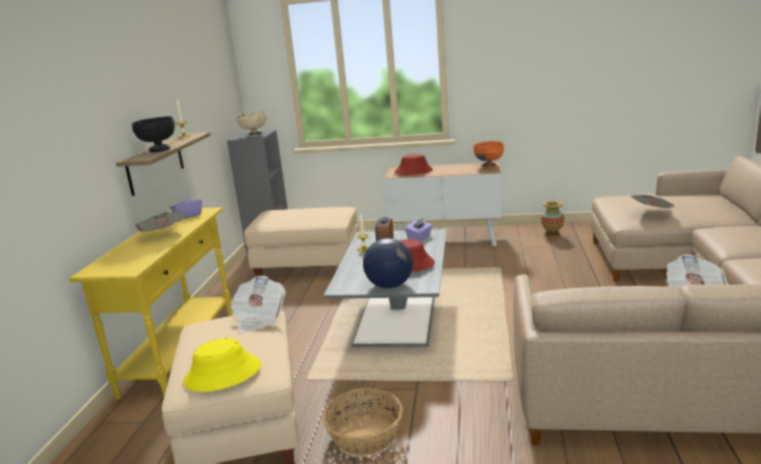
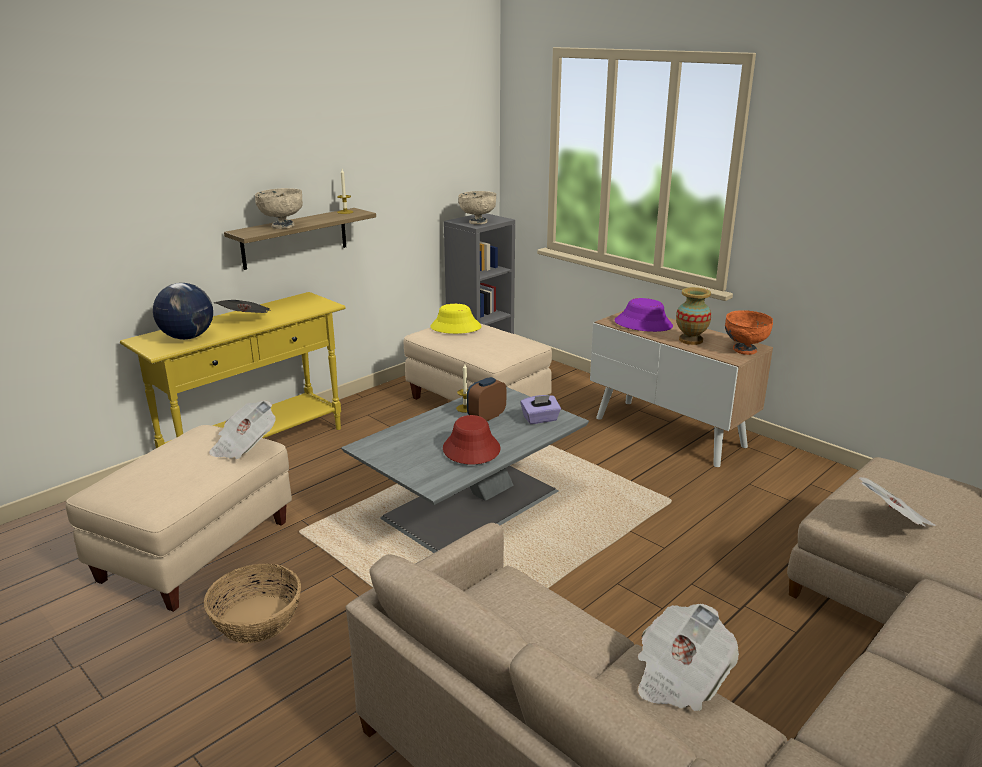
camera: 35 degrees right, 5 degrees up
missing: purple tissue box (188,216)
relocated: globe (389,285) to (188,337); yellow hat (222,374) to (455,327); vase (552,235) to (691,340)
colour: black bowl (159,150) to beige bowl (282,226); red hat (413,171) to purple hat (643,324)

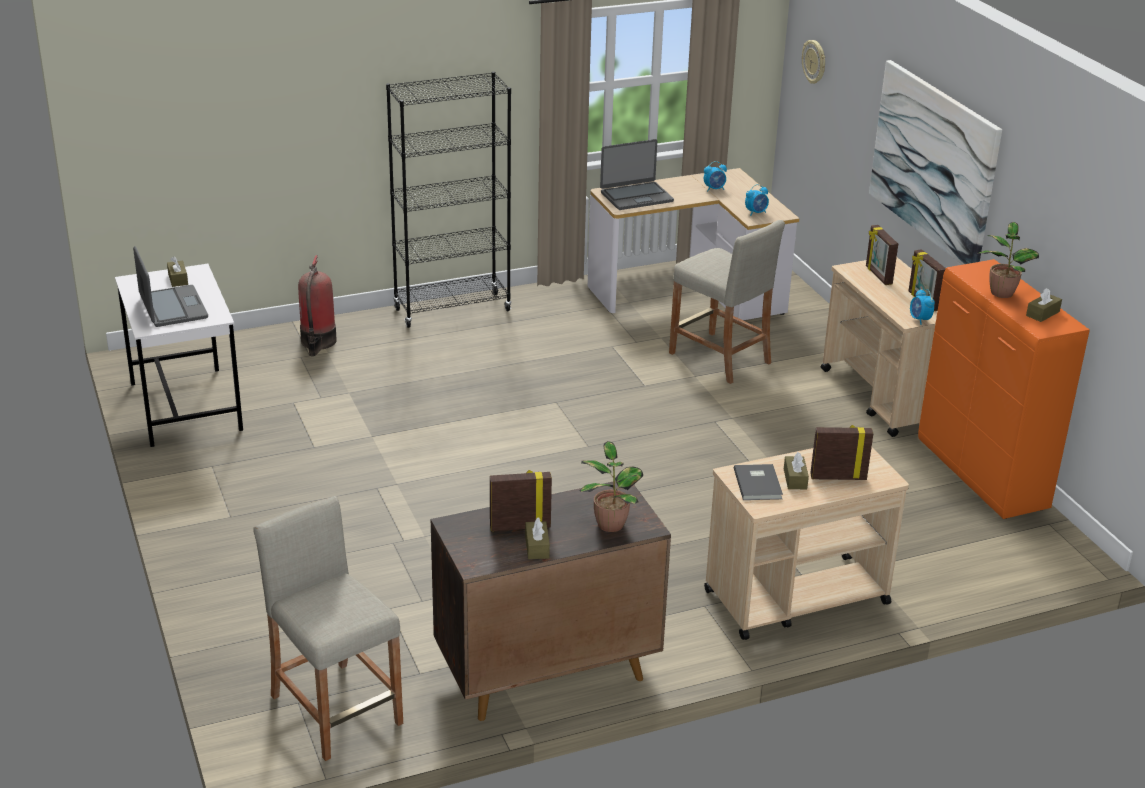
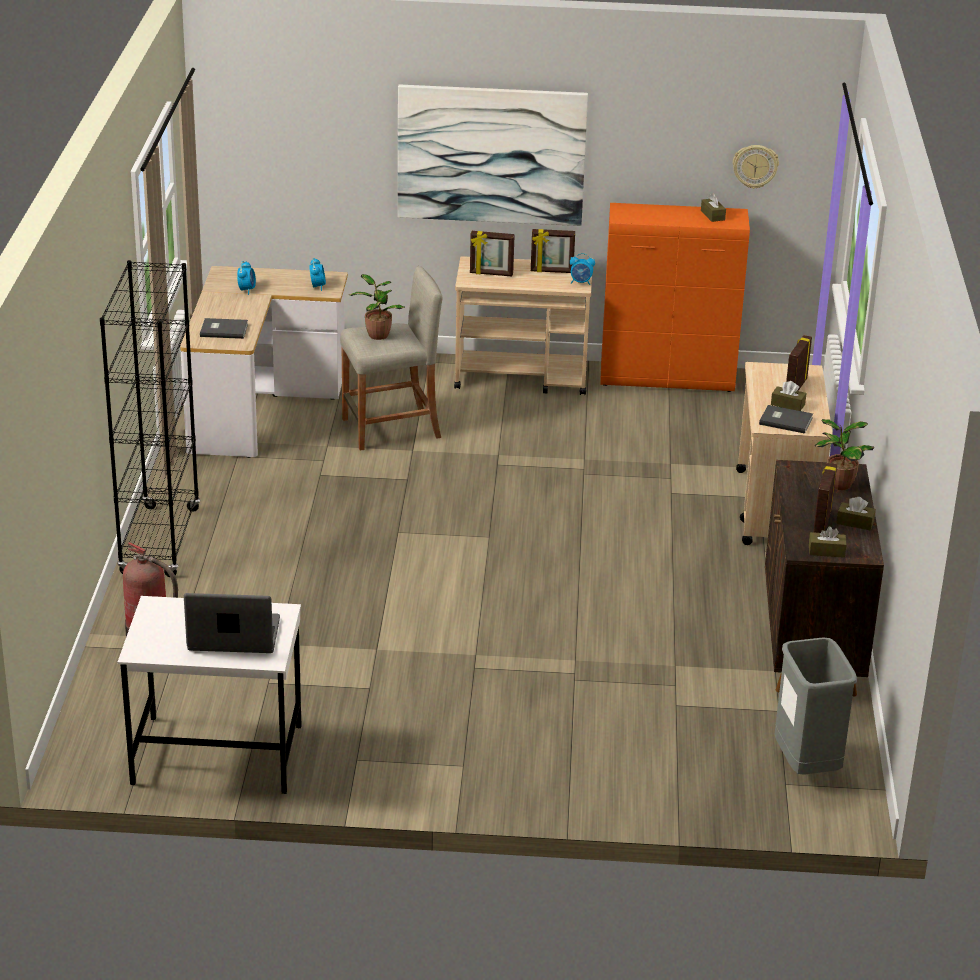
camera: 65 degrees left, 0 degrees up
relocated: potted plant (1001,292) to (377,335); wall clock (814,62) to (755,166); brown tissue box (178,279) to (826,551)
exchanged: laptop (636,197) to grey book (223,330); beige stool (336,710) to grey trash can (805,765)

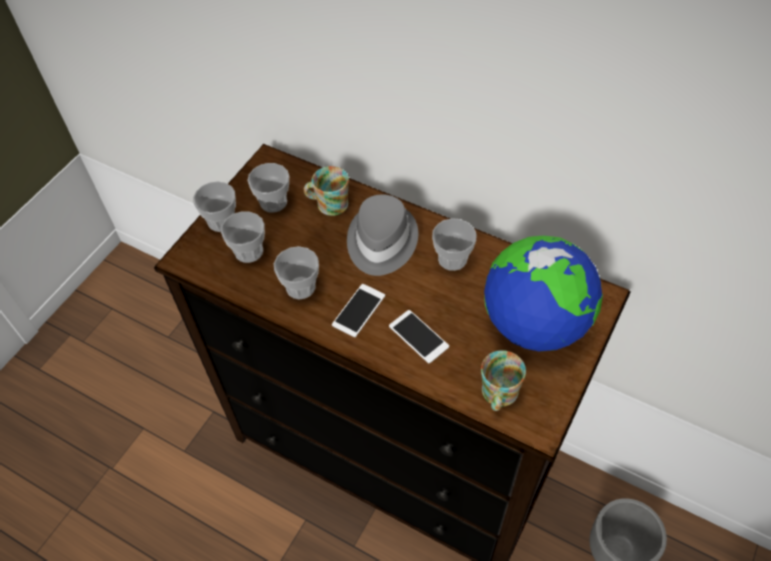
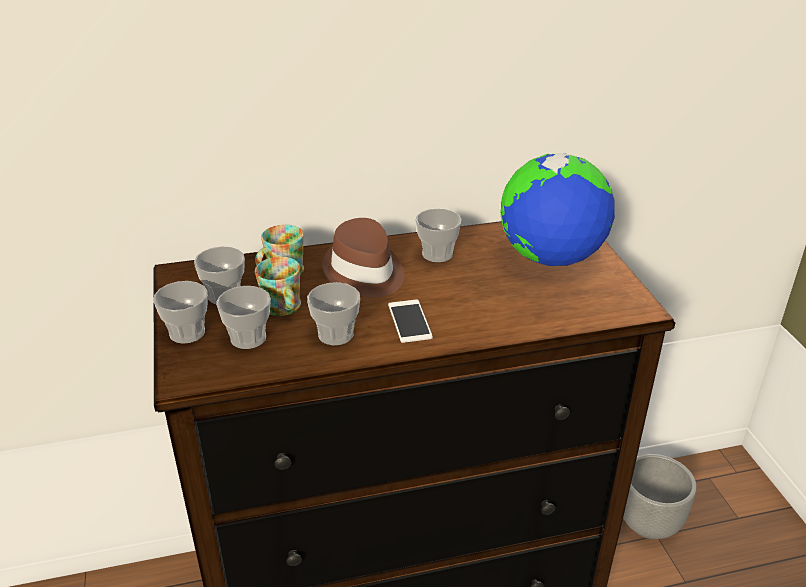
camera: 45 degrees left, 20 degrees down
missing: phone (418,336)
relocated: mug (498,395) to (283,308)
colour: grey hat (380,242) to brown hat (364,272)

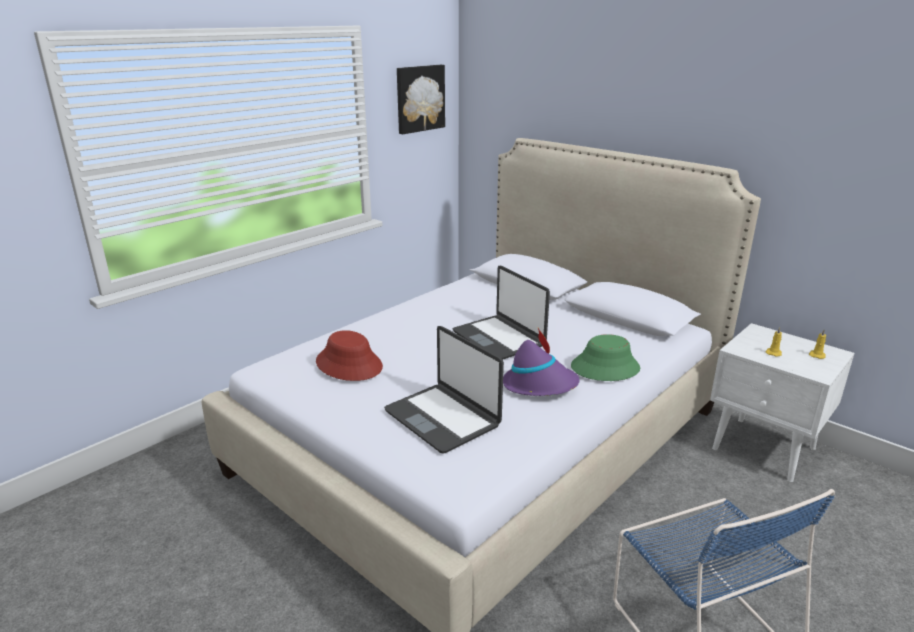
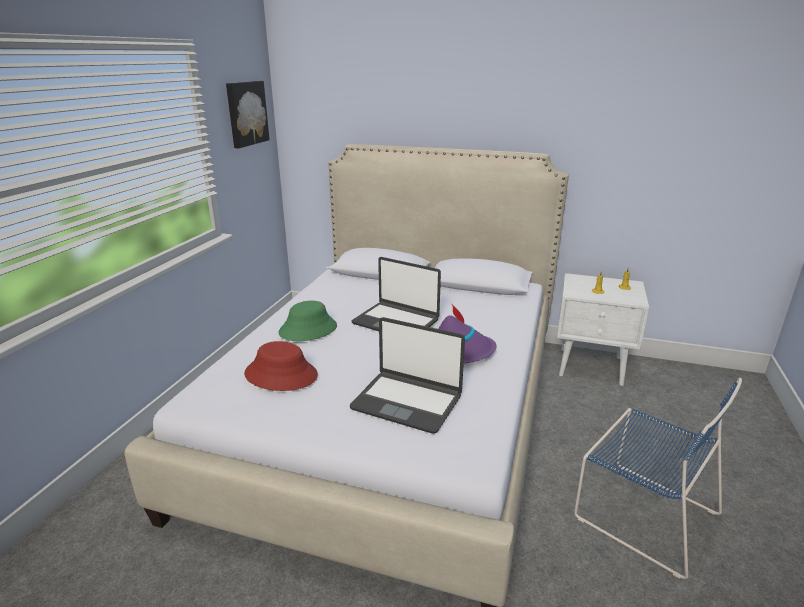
camera: 25 degrees left, 0 degrees up
relocated: green hat (605,367) to (308,329)

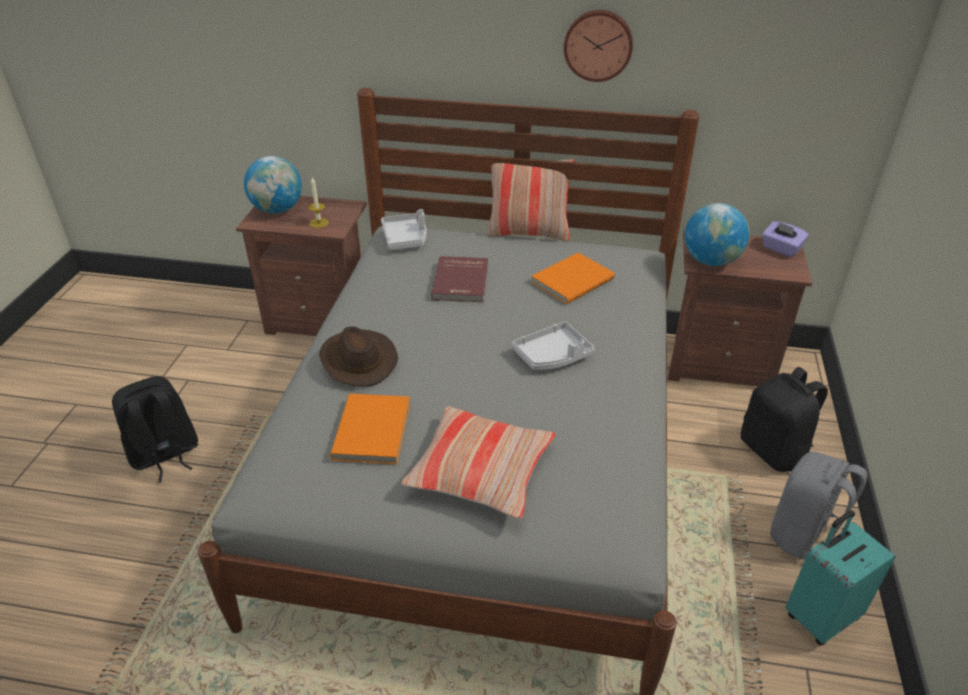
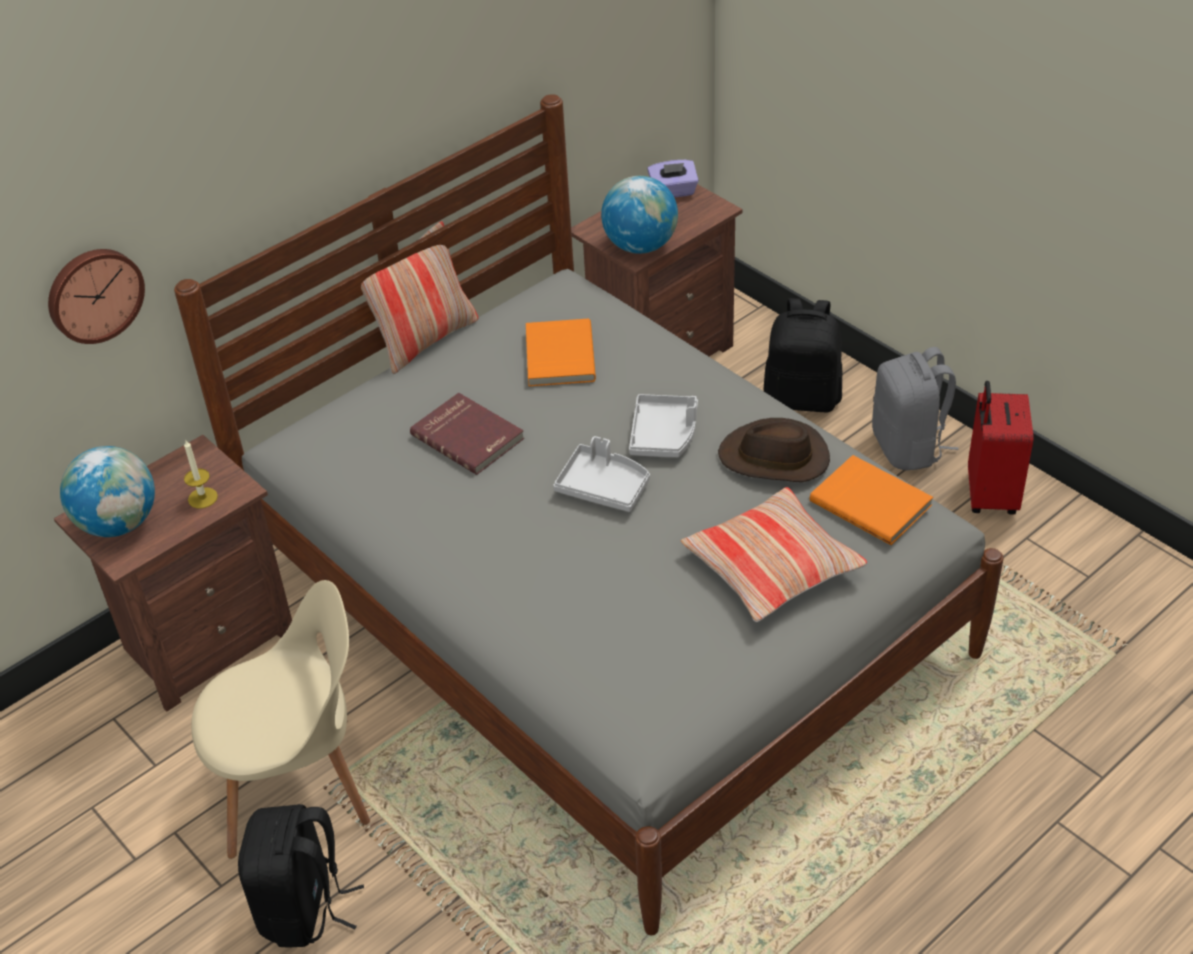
camera: 50 degrees left, 5 degrees up
appeared: beige chair (299,785)
relocated: wall clock (598,45) to (94,294); grey tray (406,238) to (604,487); brown hat (357,360) to (774,458); orange book (374,431) to (871,502)
colour: turquoise suitcase (820,616) to red suitcase (989,495)

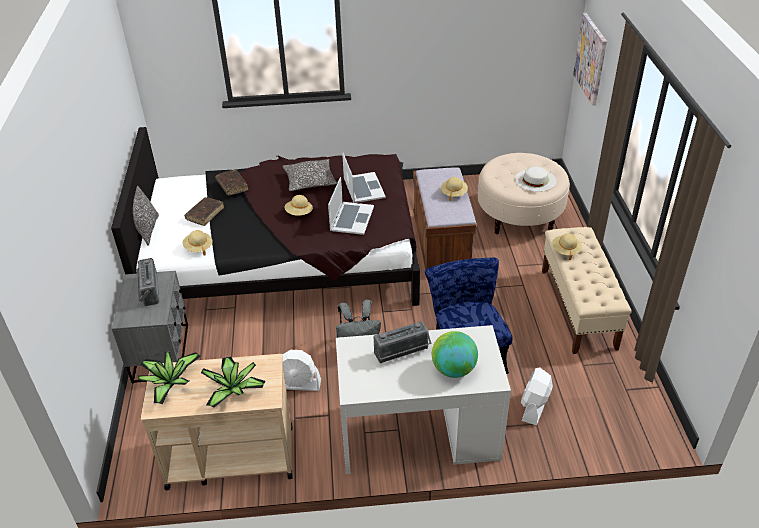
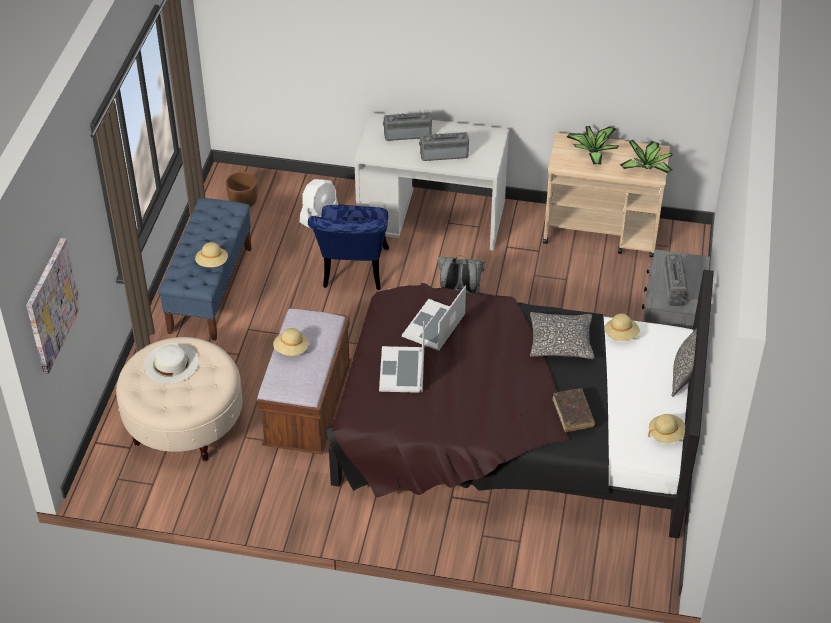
camera: 165 degrees left, 5 degrees up
missing: brown book (205,214); white fan (298,384)
appeared: brown planter (243,202)
relocated: pillow (310,181) to (560,342); beige hat (299,213) to (666,434)
exchanged: globe (453,370) to radio (407,133)
colour: beige bench (578,309) to blue bench (210,289)

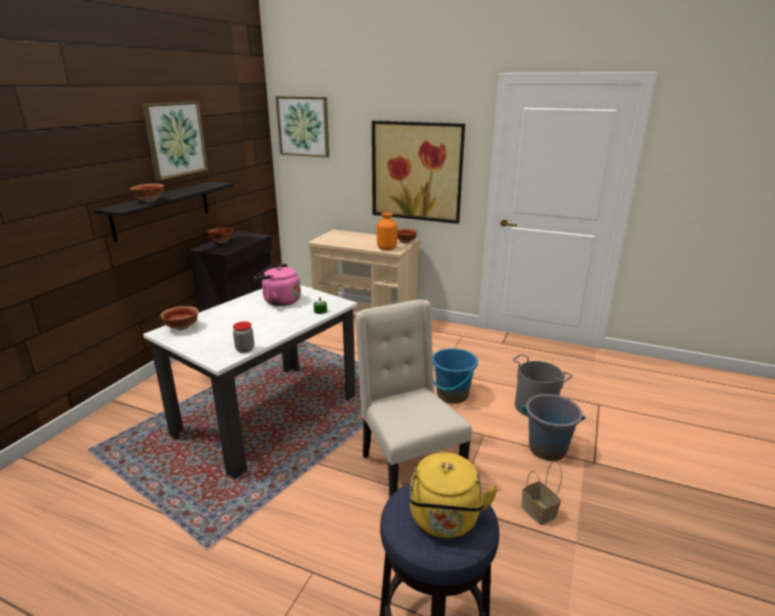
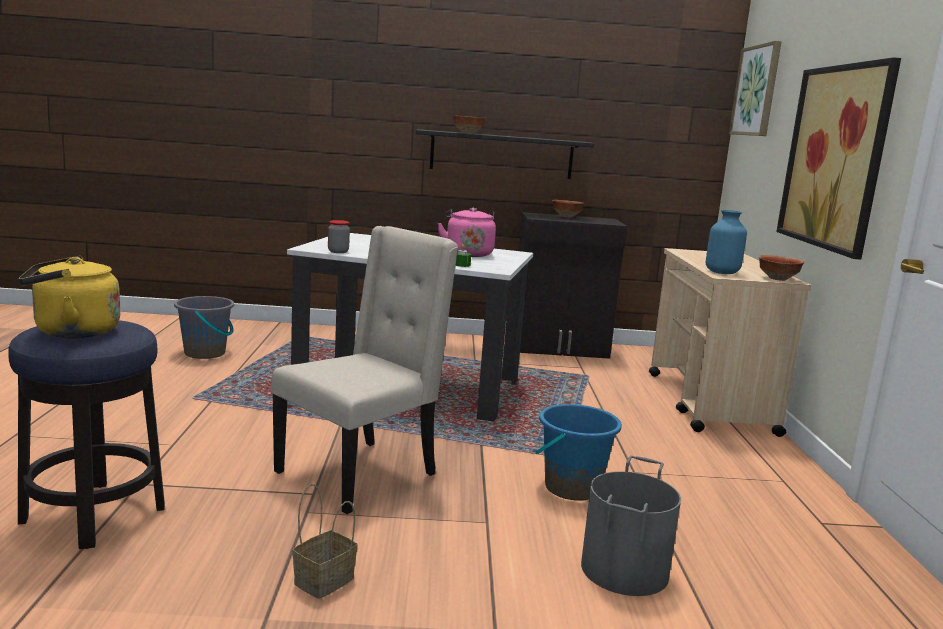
camera: 65 degrees right, 10 degrees down
missing: picture (175,139); bowl (182,327)
relocated: grey bucket (547,449) to (205,353)
colour: orange vase (387,248) to blue vase (722,272)

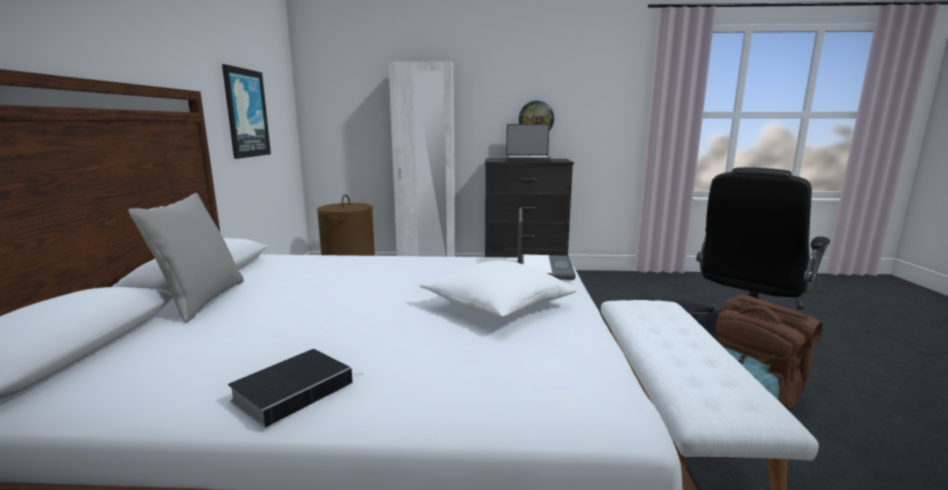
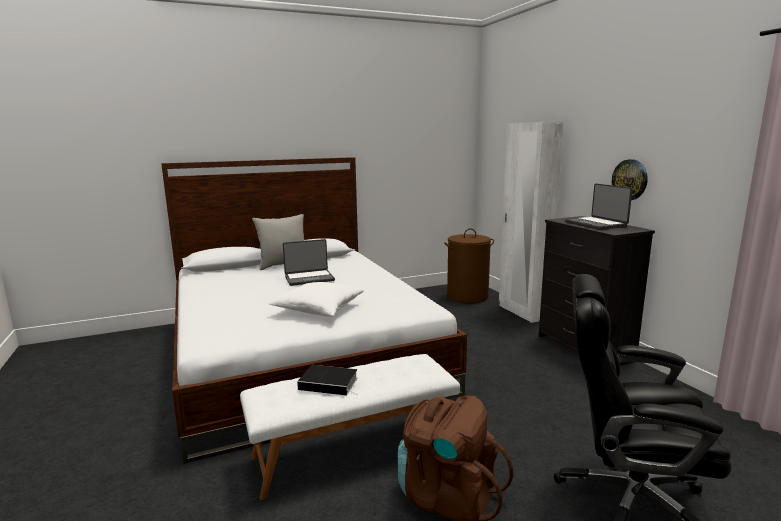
camera: 65 degrees right, 0 degrees up
missing: picture (246,113)
relocated: laptop (542,268) to (309,278); book (295,389) to (330,383)

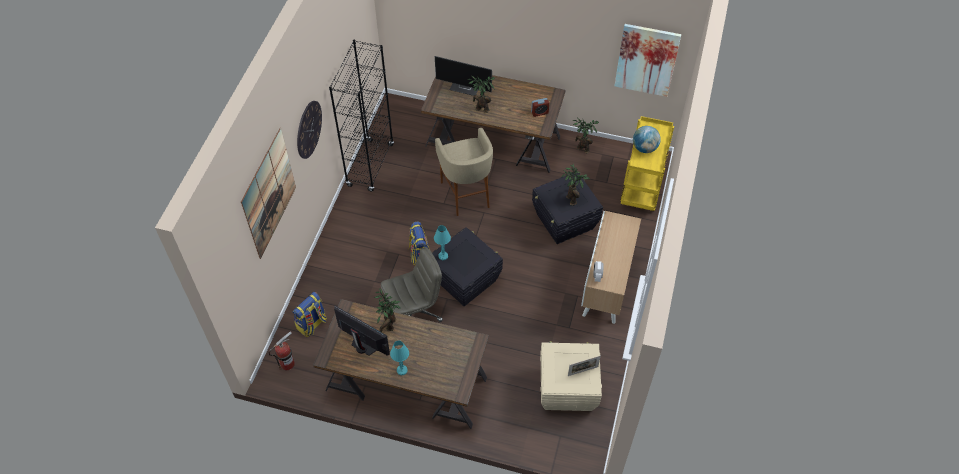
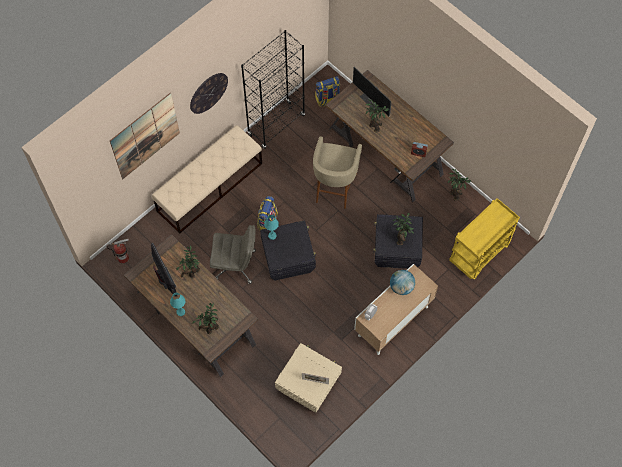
camera: 30 degrees right, 10 degrees up
missing: picture (646,60)
appeared: beige bench (210,187); potted plant (210,329)
relocated: backpack (312,324) to (327,99); globe (644,148) to (401,287)

